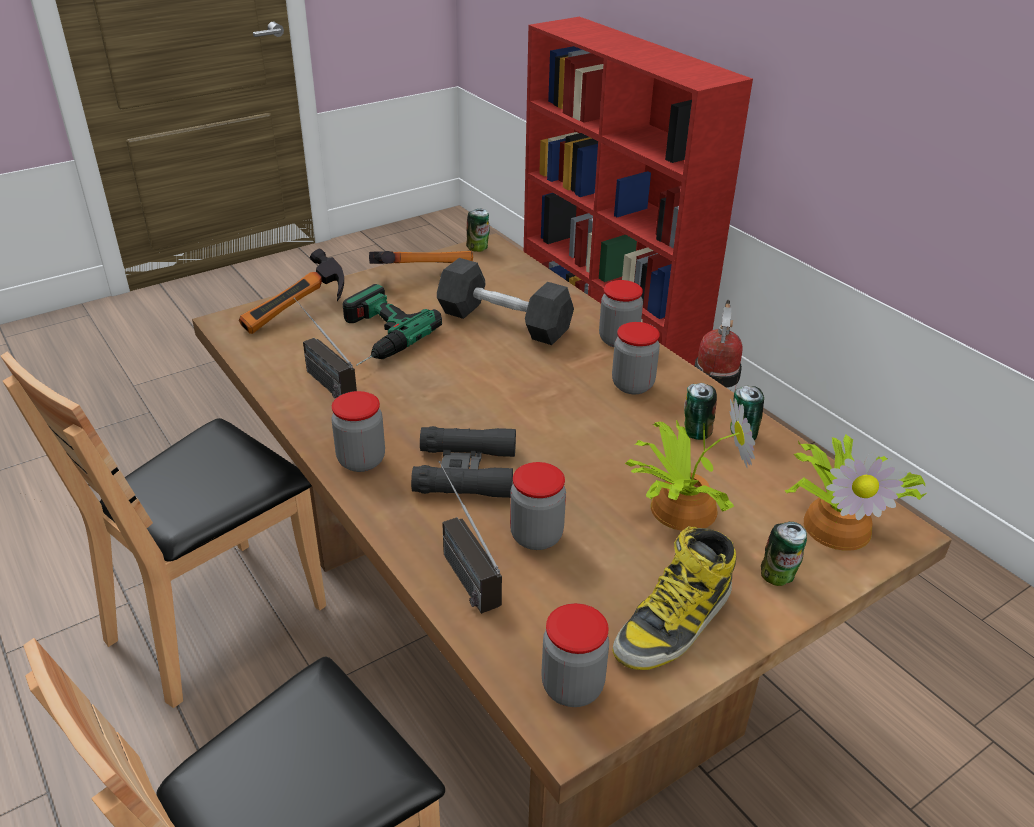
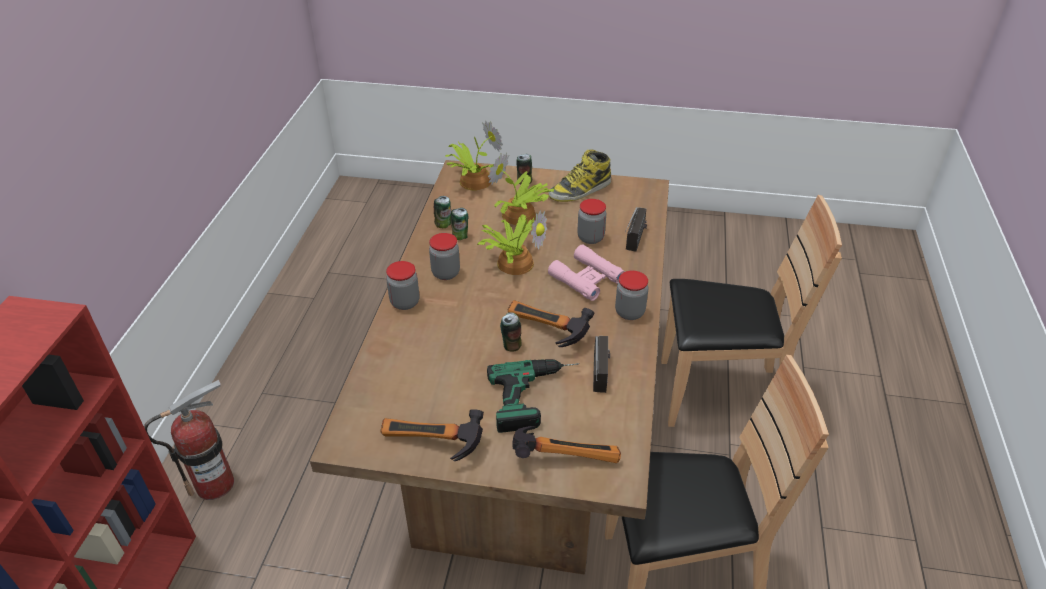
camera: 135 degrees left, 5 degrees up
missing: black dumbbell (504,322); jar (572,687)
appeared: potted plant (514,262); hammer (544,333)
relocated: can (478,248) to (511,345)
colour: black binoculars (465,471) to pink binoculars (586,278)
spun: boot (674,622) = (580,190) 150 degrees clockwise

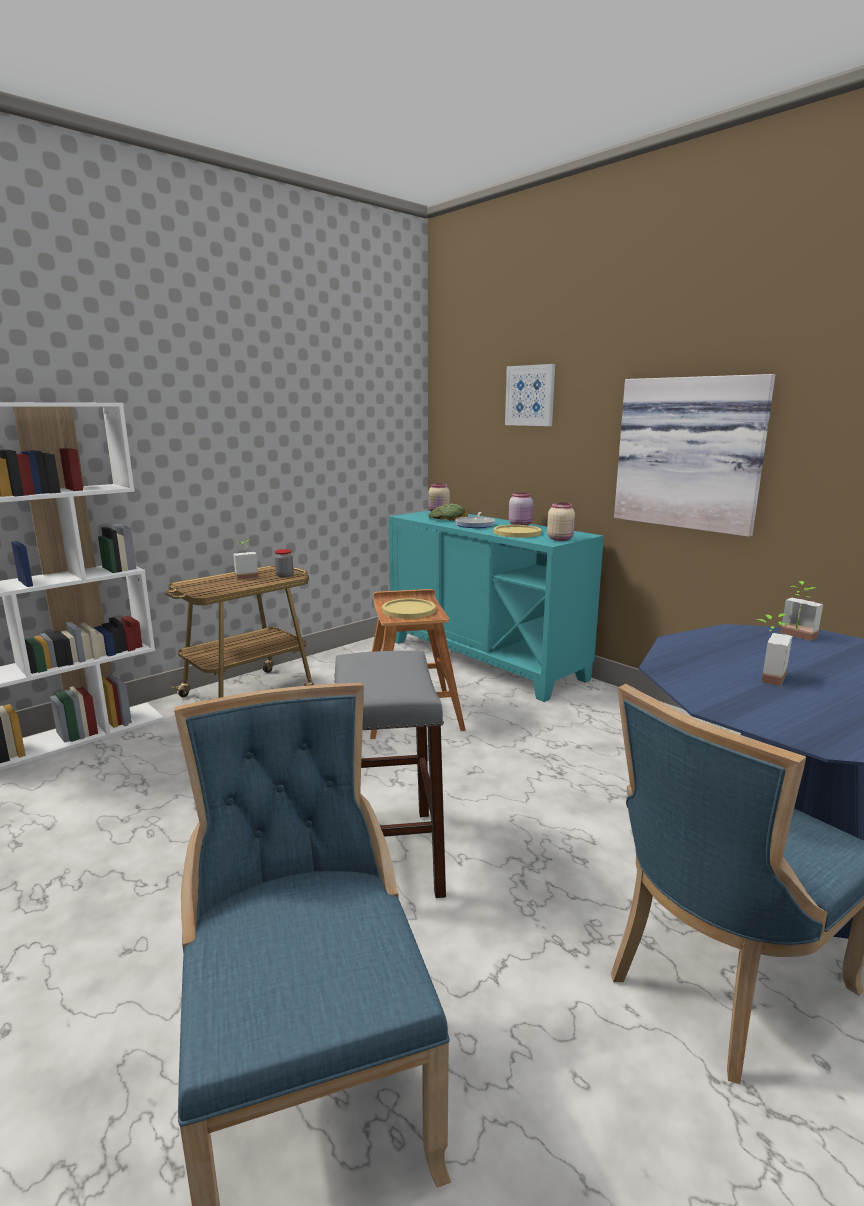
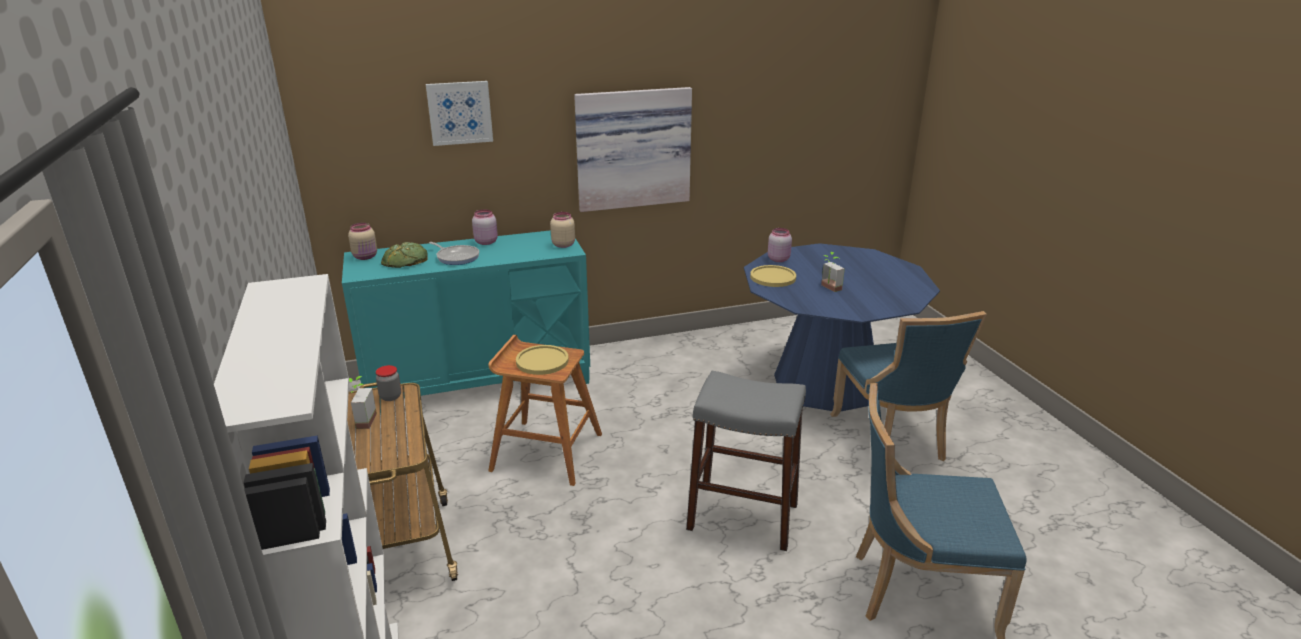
camera: 65 degrees left, 10 degrees up
relocated: yellow plate (517,533) to (773,277)
exchanged: potted plant (795,636) to pink jar (778,259)

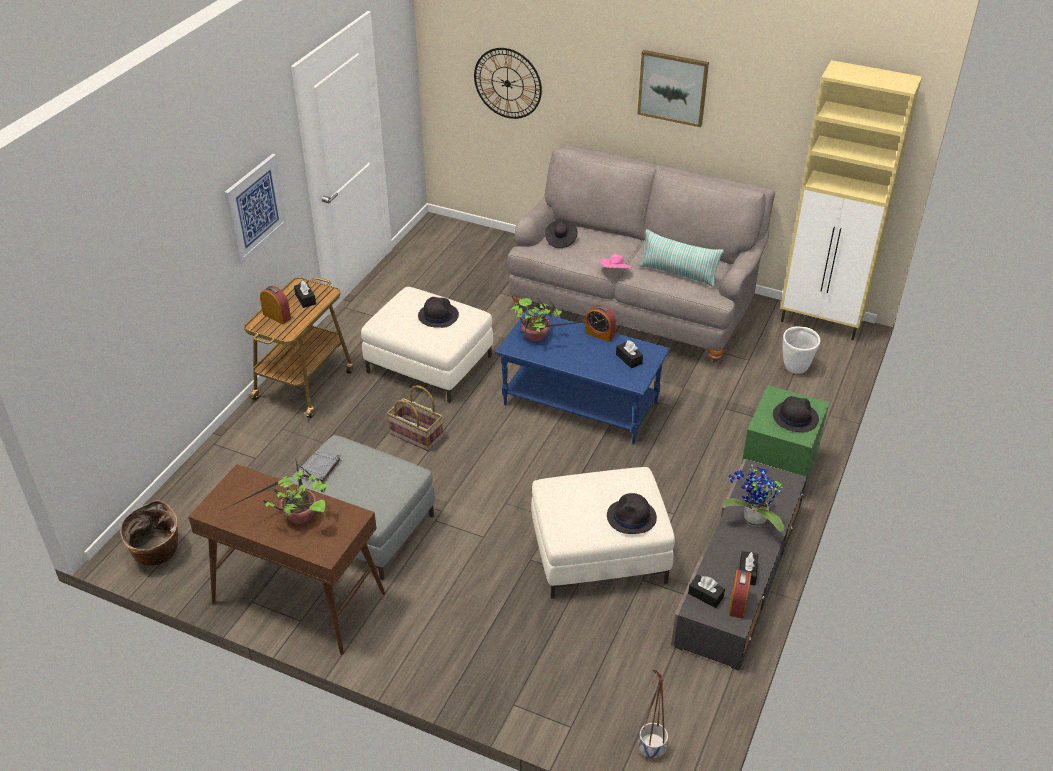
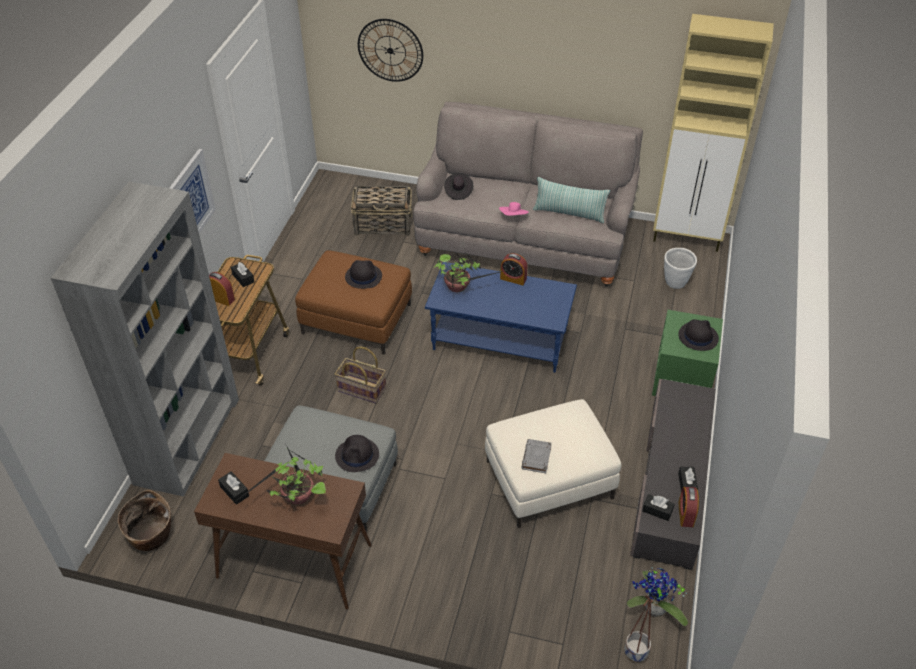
camera: 10 degrees left, 5 degrees up
missing: picture (673,87)
appeared: grey bookcase (188,440); basket (384,225)
relocated: black tissue box (629,359) to (234,491); black hat (631,517) to (357,455); grey book (320,469) to (536,458); potted plant (752,520) to (653,610)
colour: white ottoman (429,364) to brown ottoman (356,319)

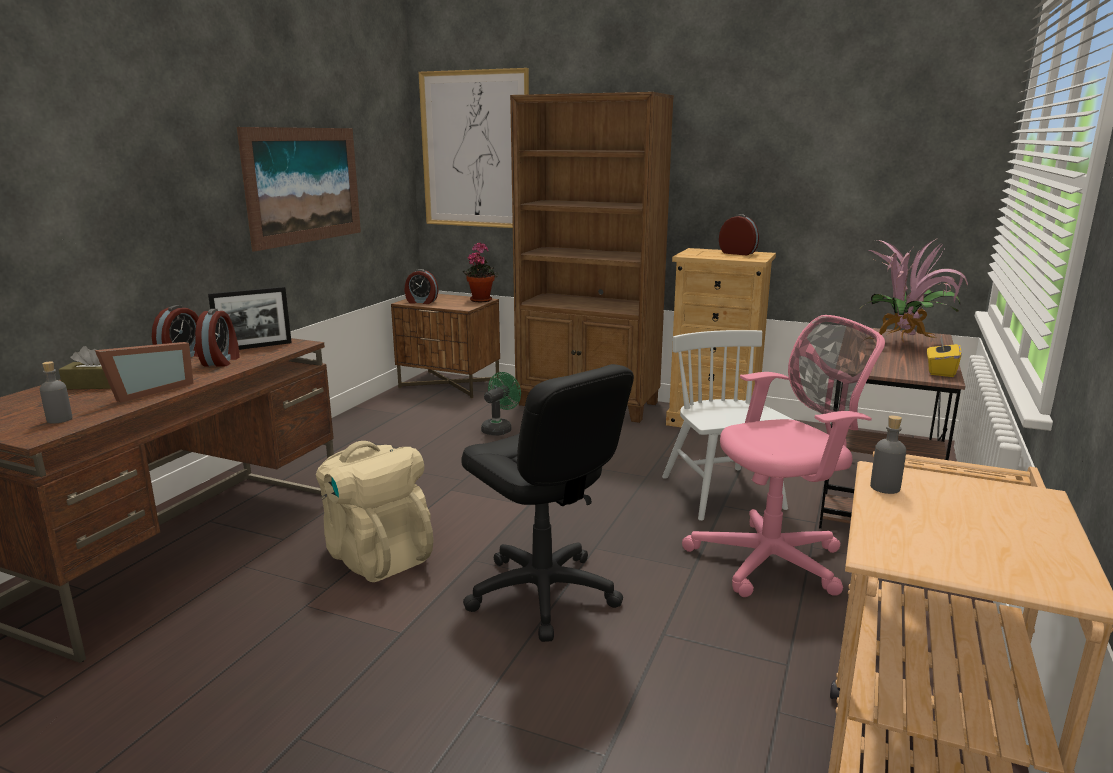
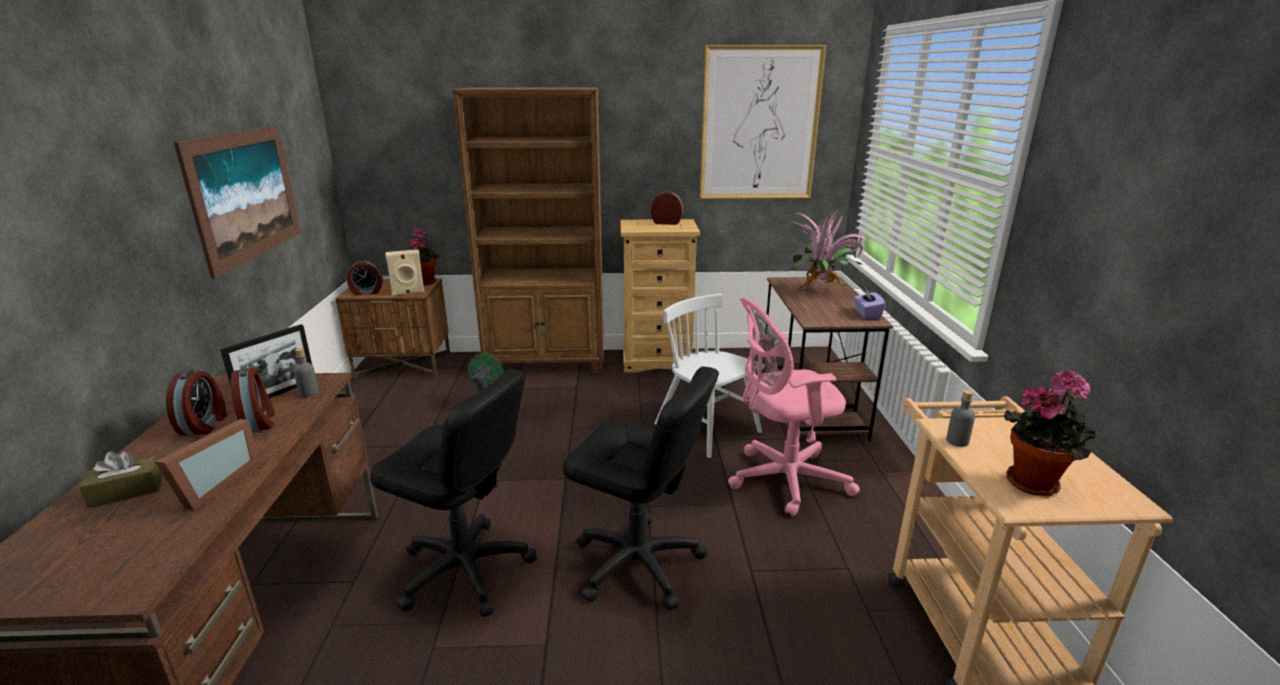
camera: 25 degrees left, 5 degrees up
appeared: beige speaker (408,293); potted plant (1035,482)
relocated: grey bottle (59,419) to (309,393); picture (475,150) to (759,124)
exchanged: beige backpack (377,555) to black office chair (465,570)
colour: yellow tissue box (940,371) to purple tissue box (867,314)
spun: pink office chair (775,560) = (782,480) 150 degrees counterclockwise

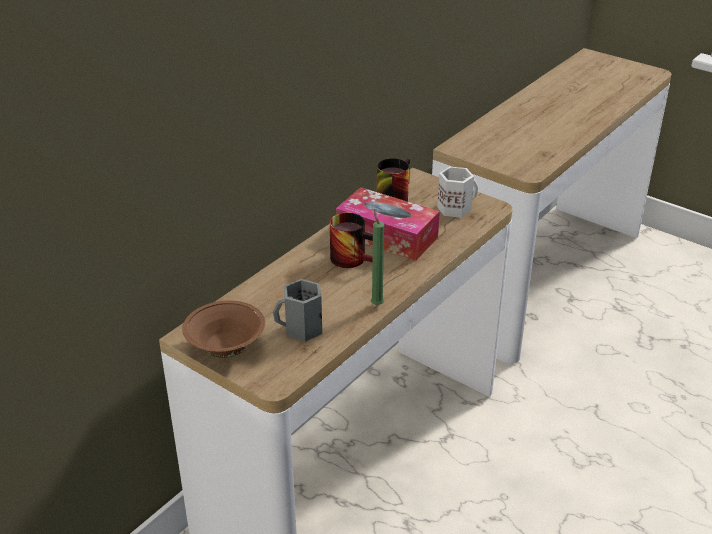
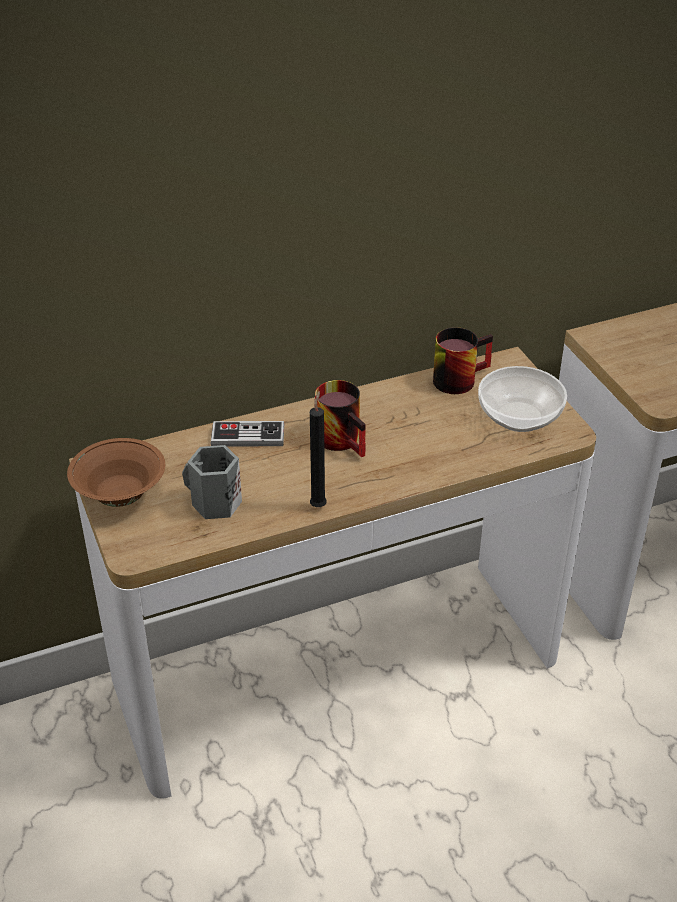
camera: 30 degrees right, 5 degrees up
missing: tissue box (387,236)
appeared: game controller (247,436)
exchanged: white mug (455,208) to bowl (520,417)
colour: green candle (376,304) to black candle (319,505)

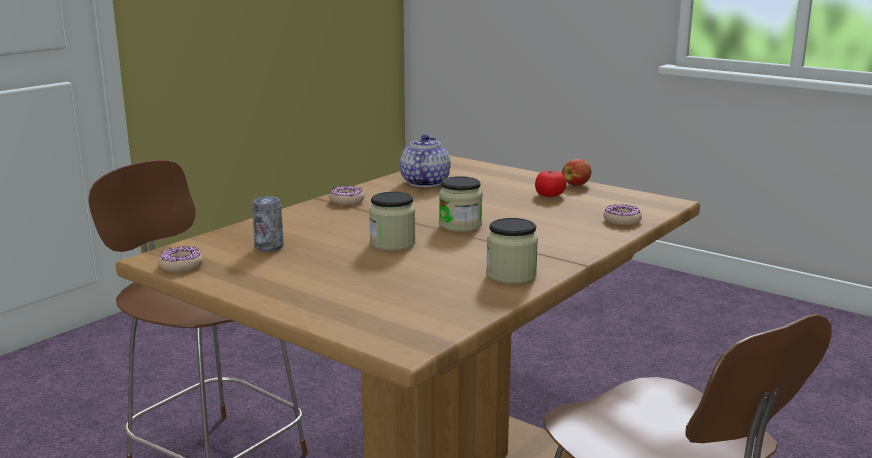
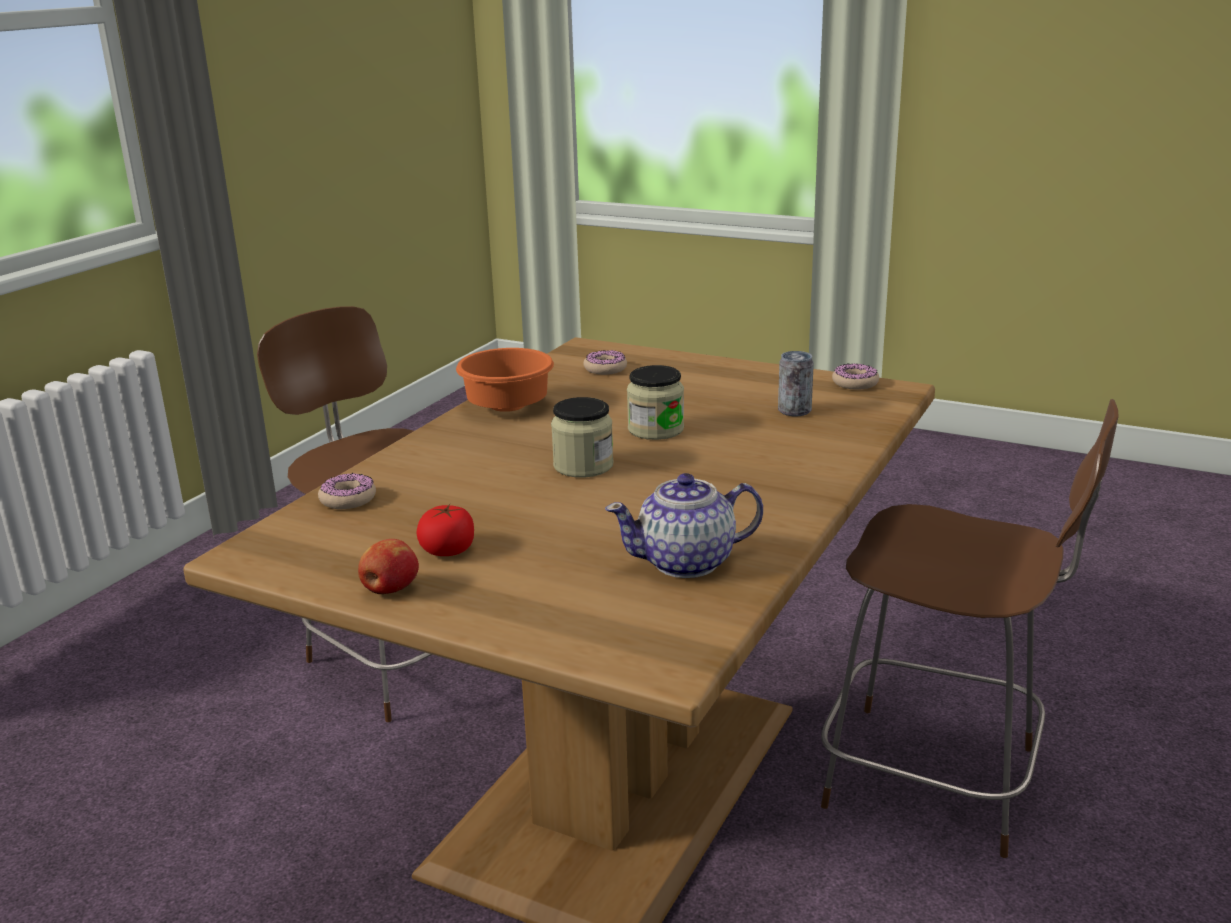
camera: 170 degrees right, 5 degrees up
relocated: donut (347,200) to (605,369)
exchanged: jar (511,275) to orange bowl (508,406)
spun: teapot (424,183) = (687,562) 75 degrees clockwise

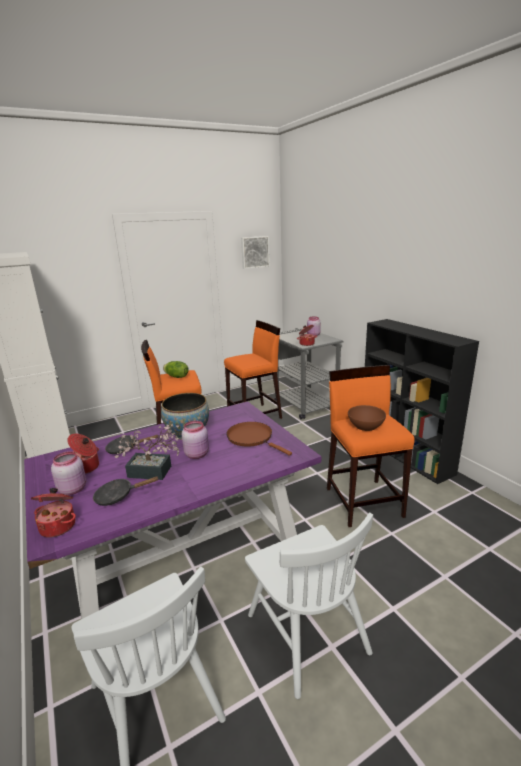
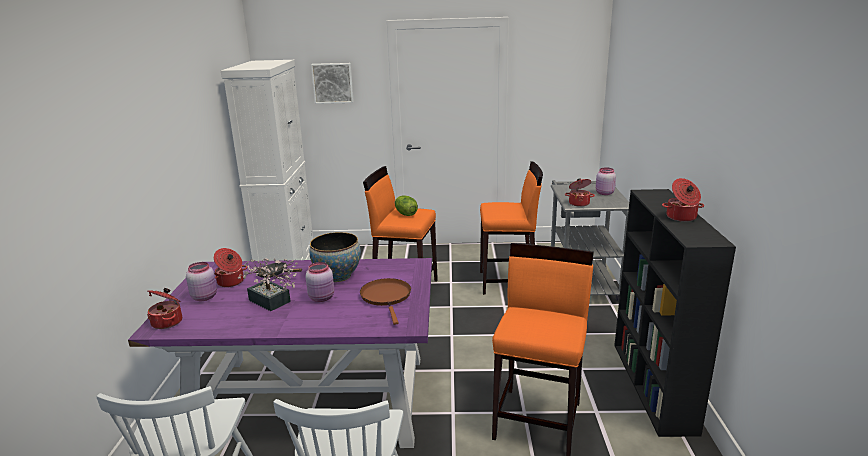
camera: 30 degrees right, 0 degrees up
missing: black frying pan (118,496); brown bowl (365,426)
appeared: cooking pot (681,217)
relocated: picture (254,252) to (333,83)

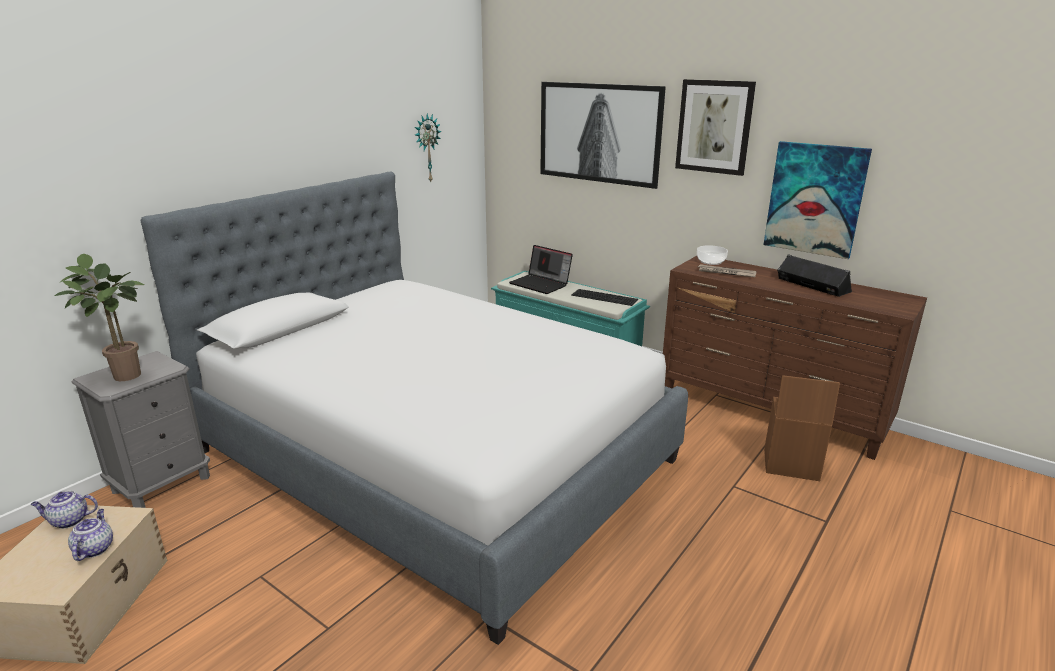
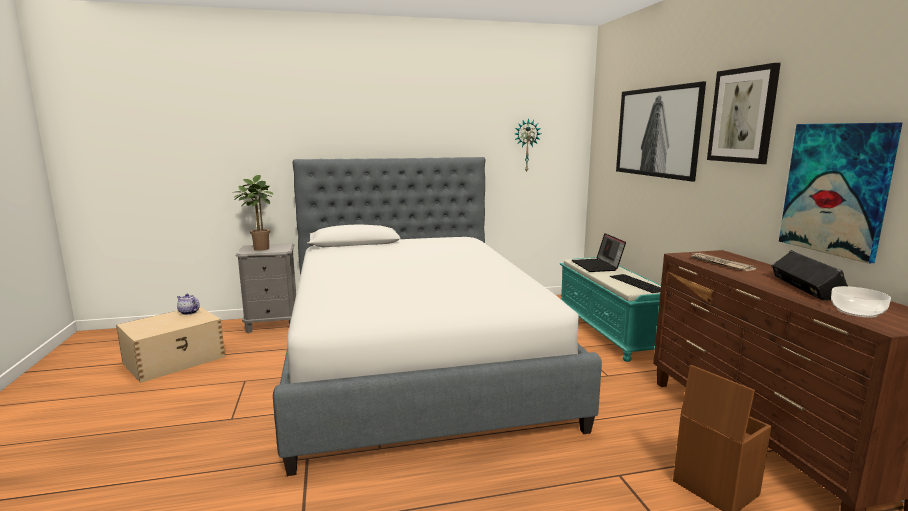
camera: 40 degrees right, 10 degrees down
missing: teapot (94,549)
relocated: bowl (711,262) to (857,312)

